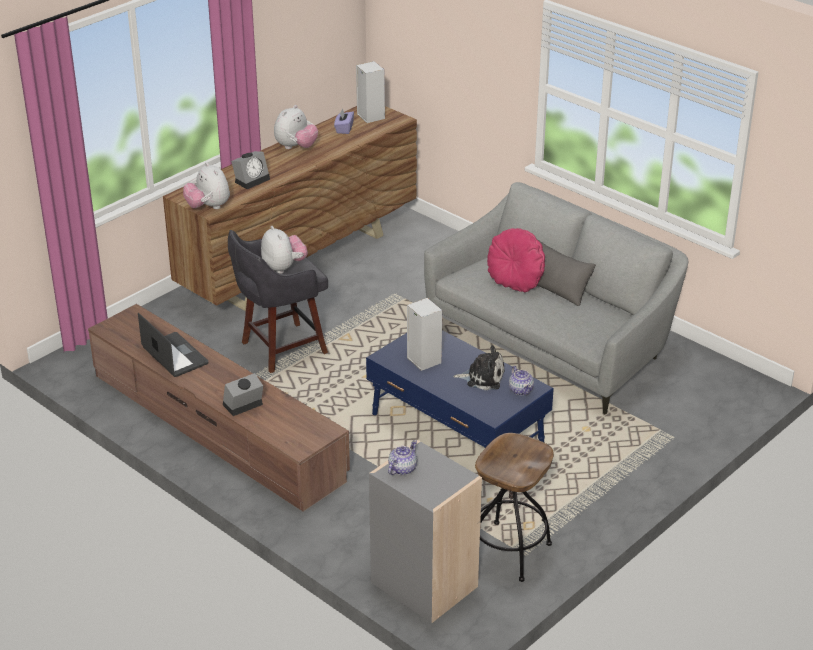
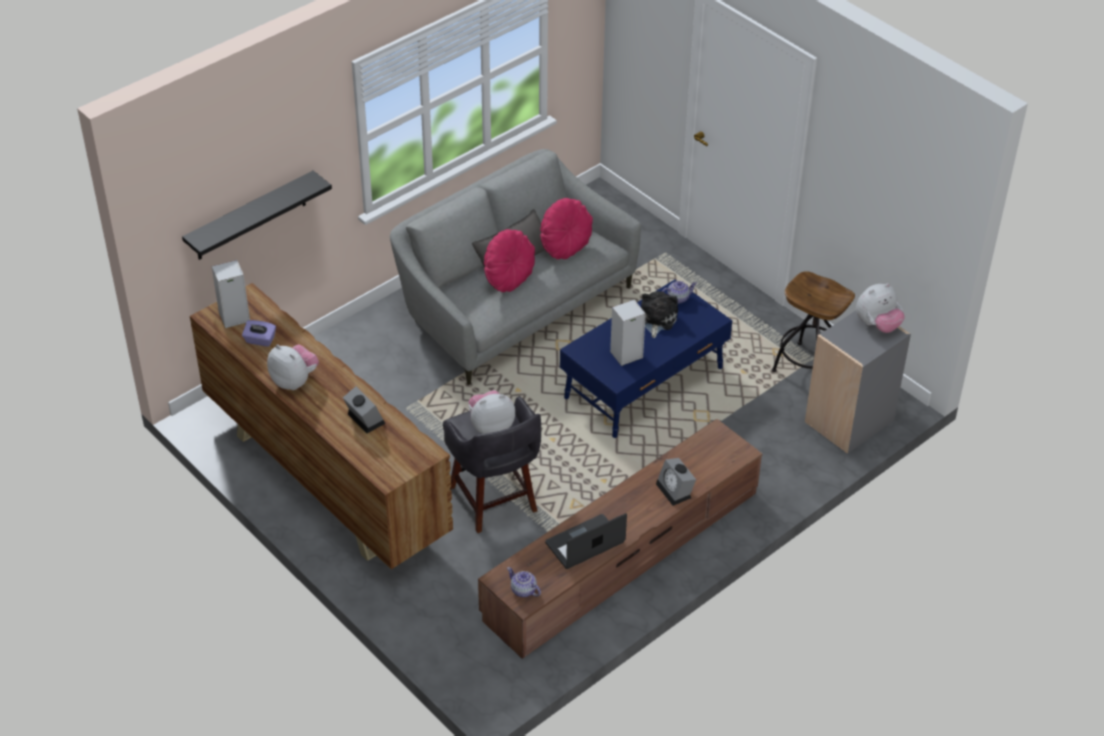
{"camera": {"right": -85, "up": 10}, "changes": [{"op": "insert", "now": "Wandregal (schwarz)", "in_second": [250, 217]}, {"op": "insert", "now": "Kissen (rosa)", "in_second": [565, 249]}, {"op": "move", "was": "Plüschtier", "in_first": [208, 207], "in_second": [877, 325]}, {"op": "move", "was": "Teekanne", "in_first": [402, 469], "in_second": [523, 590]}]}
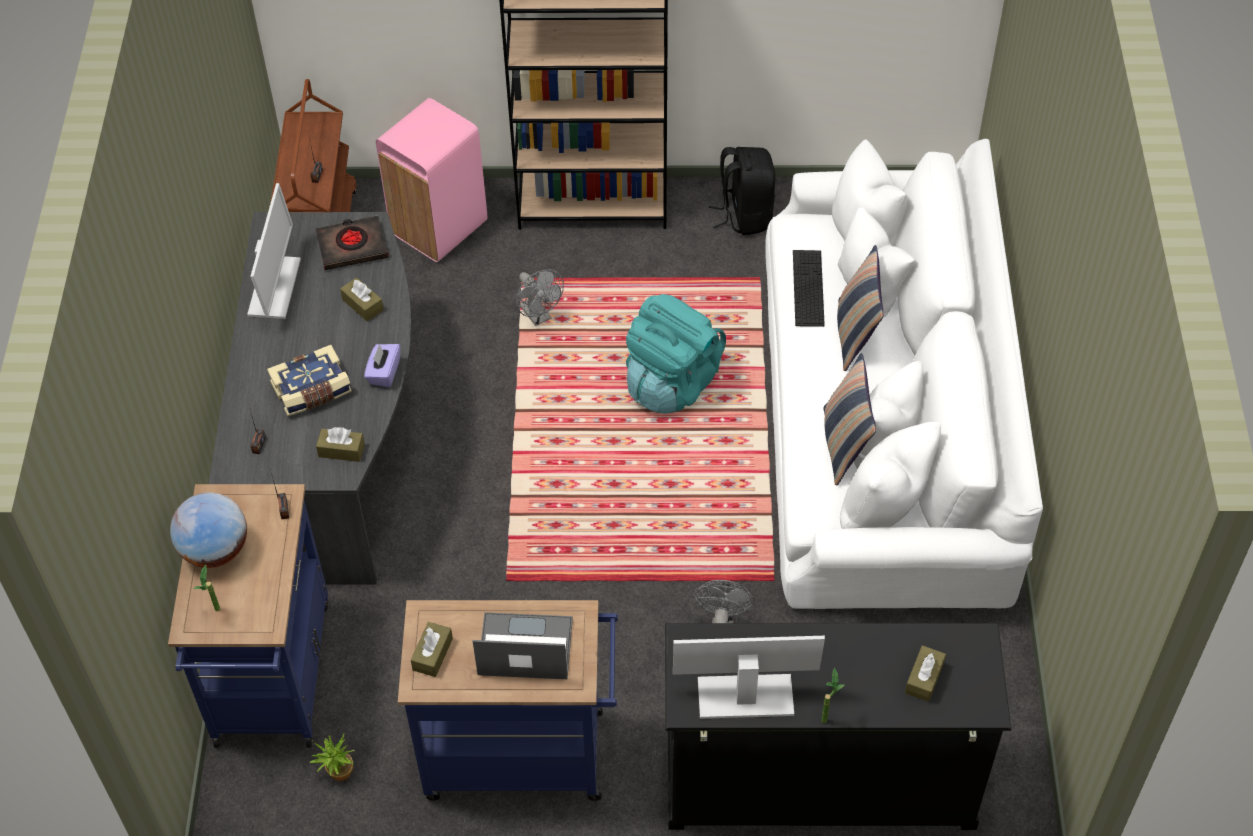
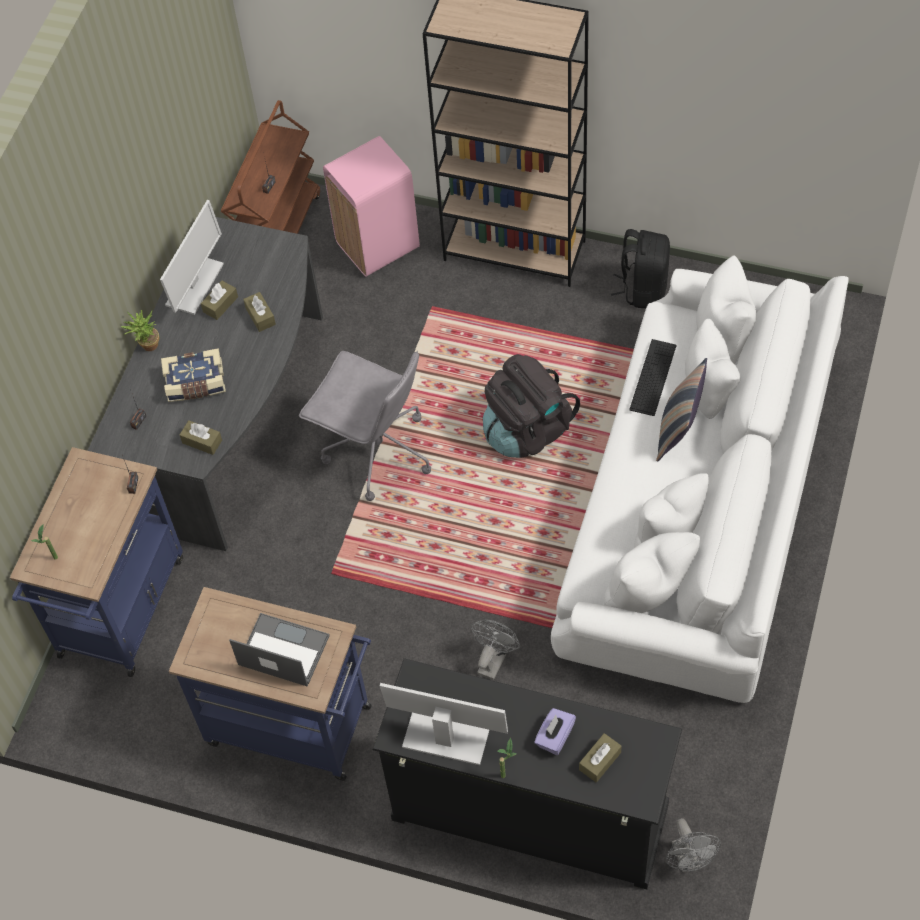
{"camera": {"right": 20, "up": 5}, "changes": [{"op": "delete", "was": "Globus", "in_first": [215, 550]}, {"op": "delete", "was": "Buch (schwarz)", "in_first": [352, 246]}, {"op": "delete", "was": "Kissen", "in_first": [844, 446]}, {"op": "insert", "now": "Bürostuhl (grau)", "in_second": [374, 451]}, {"op": "move", "was": "Topfpflanze", "in_first": [338, 775], "in_second": [147, 346]}, {"op": "move", "was": "Taschentuchbox (lila)", "in_first": [384, 373], "in_second": [555, 737]}, {"op": "move", "was": "Taschentuchbox (braun)", "in_first": [432, 654], "in_second": [220, 304]}, {"op": "move", "was": "Ventilator (grau)", "in_first": [539, 316], "in_second": [688, 860]}, {"op": "recolor", "was": "Rucksack (türkis)", "now": "Rucksack (schwarz)", "in_first": [672, 383], "in_second": [527, 430]}]}
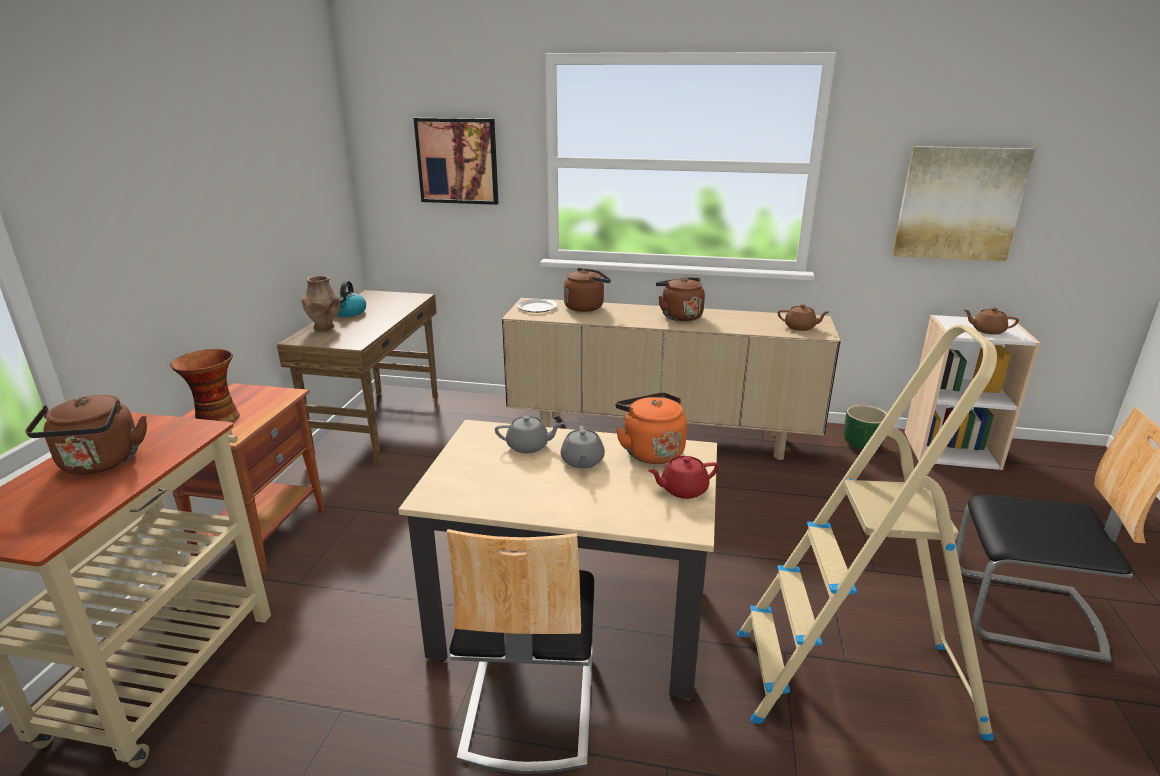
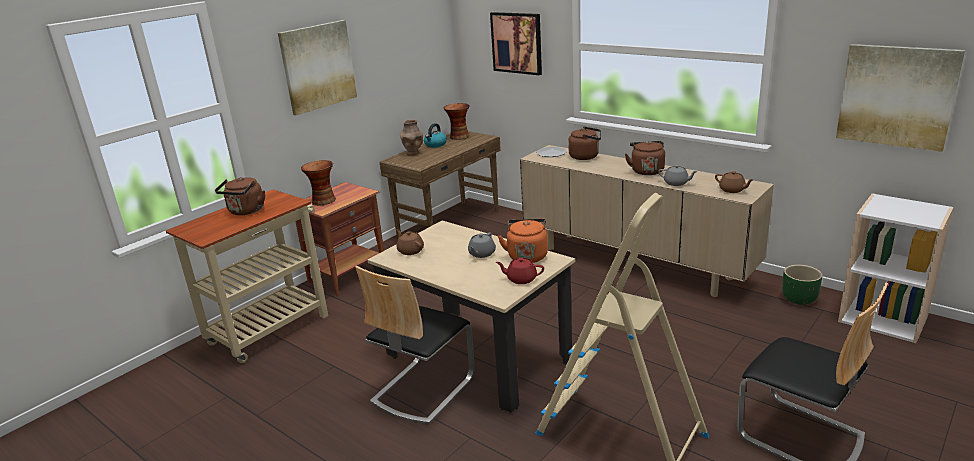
{"camera": {"right": 30, "up": 0}, "changes": [{"op": "insert", "now": "Bild", "in_second": [318, 66]}, {"op": "insert", "now": "Vase", "in_second": [458, 137]}, {"op": "move", "was": "Teekanne (grau)", "in_first": [528, 446], "in_second": [676, 183]}, {"op": "move", "was": "Teekanne (braun)", "in_first": [987, 331], "in_second": [410, 250]}]}
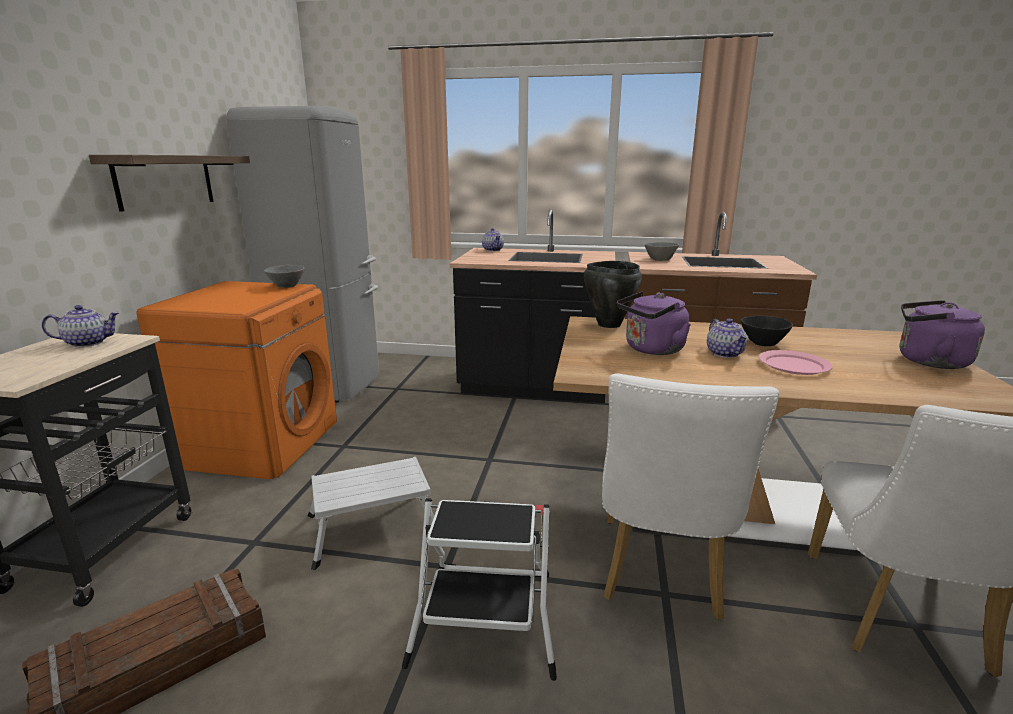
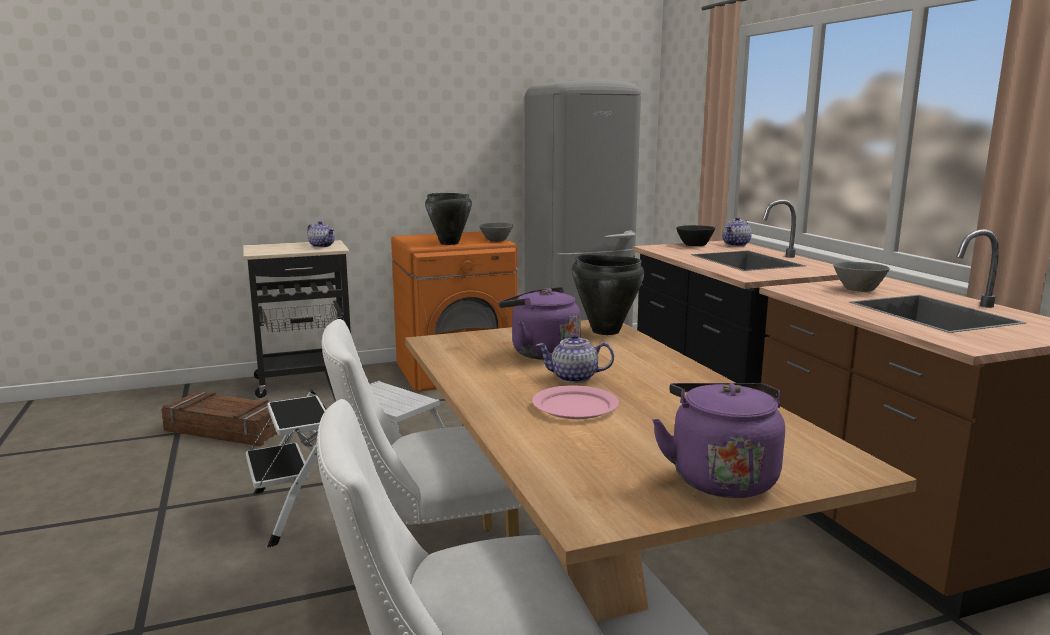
{"camera": {"right": 60, "up": -5}, "changes": [{"op": "delete", "was": "Wandregal", "in_first": [165, 181]}, {"op": "insert", "now": "Kochtopf (schwarz)", "in_second": [449, 243]}, {"op": "move", "was": "Schüssel (schwarz)", "in_first": [761, 343], "in_second": [694, 245]}, {"op": "rotate", "was": "Teekanne", "in_first": [725, 353], "in_second": [573, 378], "clockwise": 45}]}
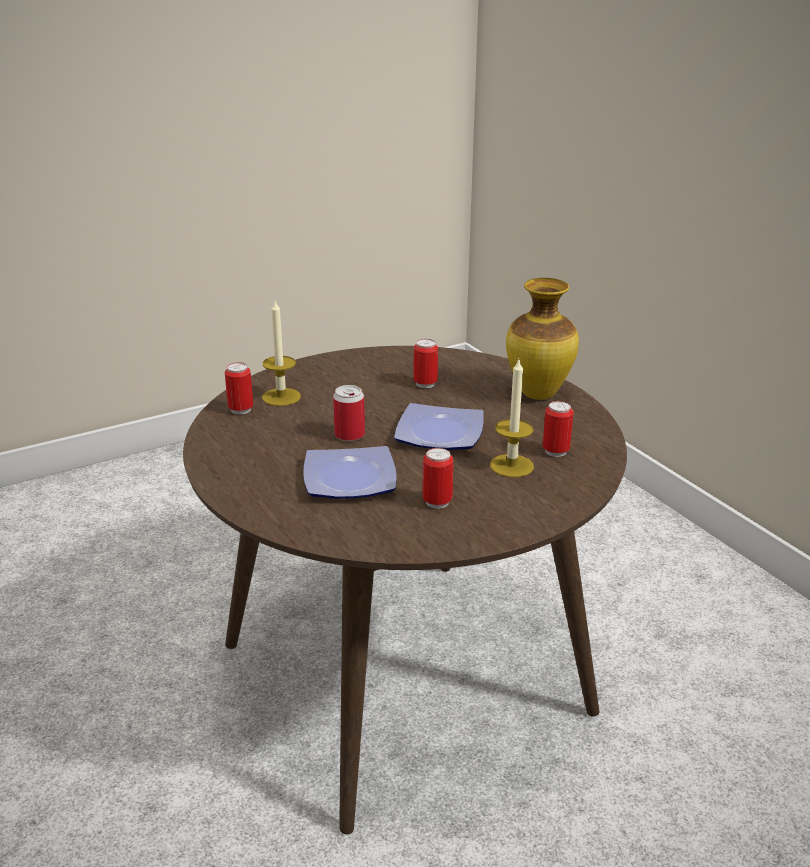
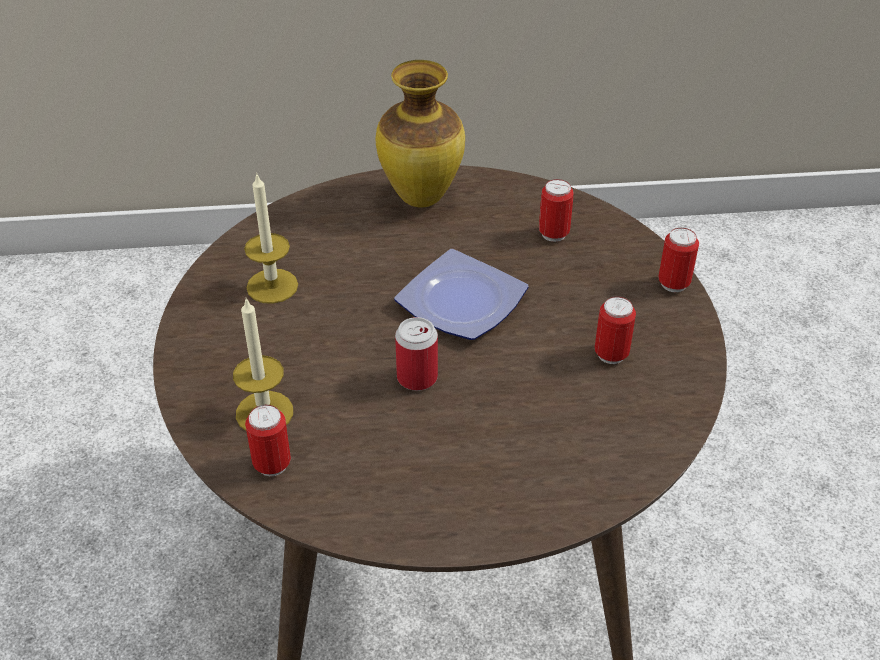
{"camera": {"right": -65, "up": 15}, "changes": [{"op": "delete", "was": "Teller", "in_first": [348, 478]}, {"op": "move", "was": "Dose", "in_first": [425, 384], "in_second": [673, 284]}, {"op": "move", "was": "Kerze", "in_first": [511, 466], "in_second": [272, 286]}]}
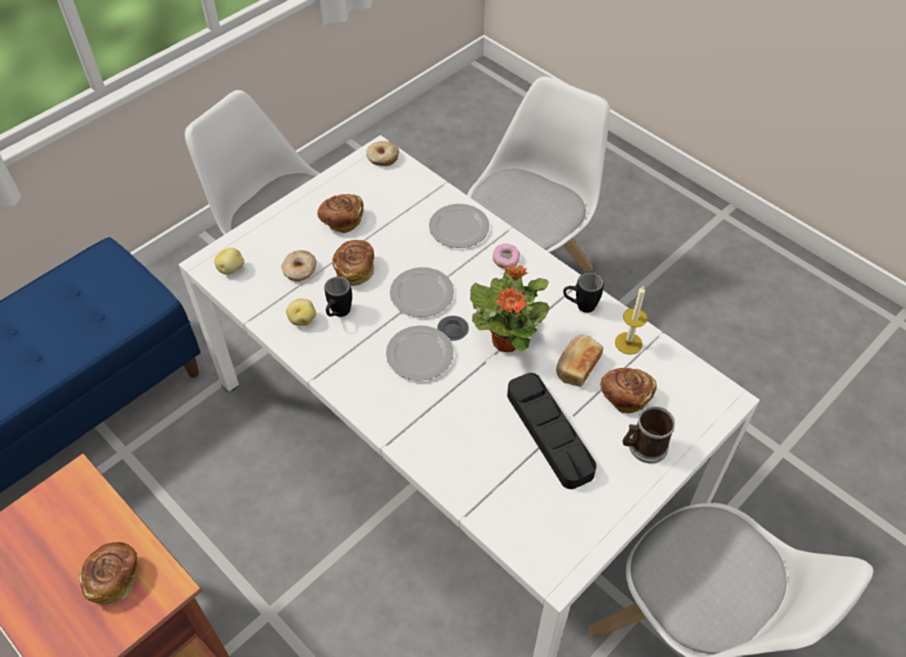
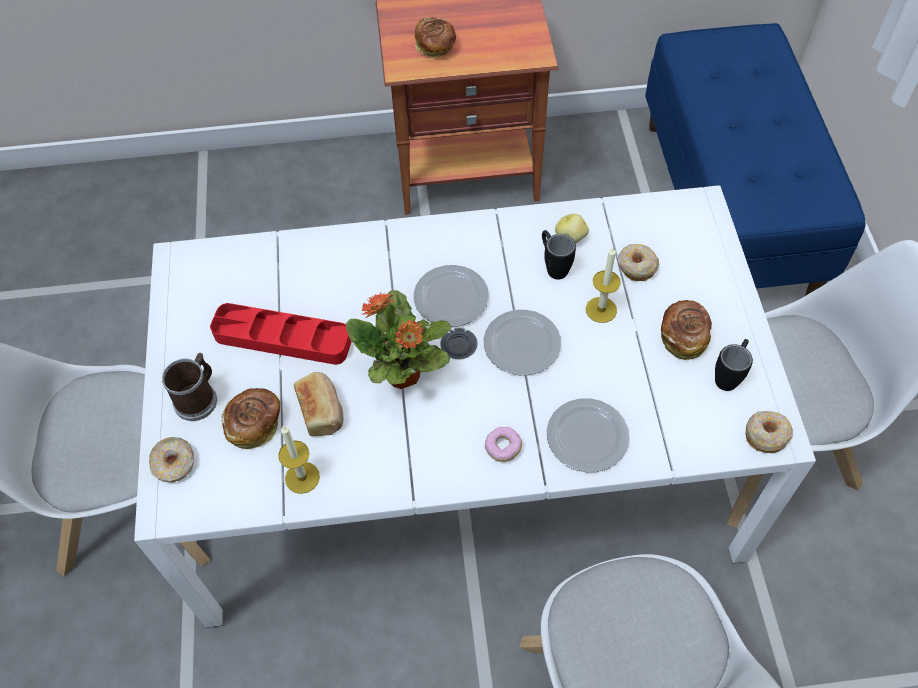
{"camera": {"right": 130, "up": 5}, "changes": [{"op": "delete", "was": "Kartoffel", "in_first": [232, 269]}, {"op": "insert", "now": "Donut", "in_second": [174, 464]}, {"op": "move", "was": "Henkelbecher (schwarz)", "in_first": [580, 306], "in_second": [729, 375]}, {"op": "replace", "was": "Brot", "now": "Kerze", "in_first": [355, 269], "in_second": [601, 309]}, {"op": "recolor", "was": "Tablett (schwarz)", "now": "Tablett (rot)", "in_first": [549, 433], "in_second": [282, 338]}]}
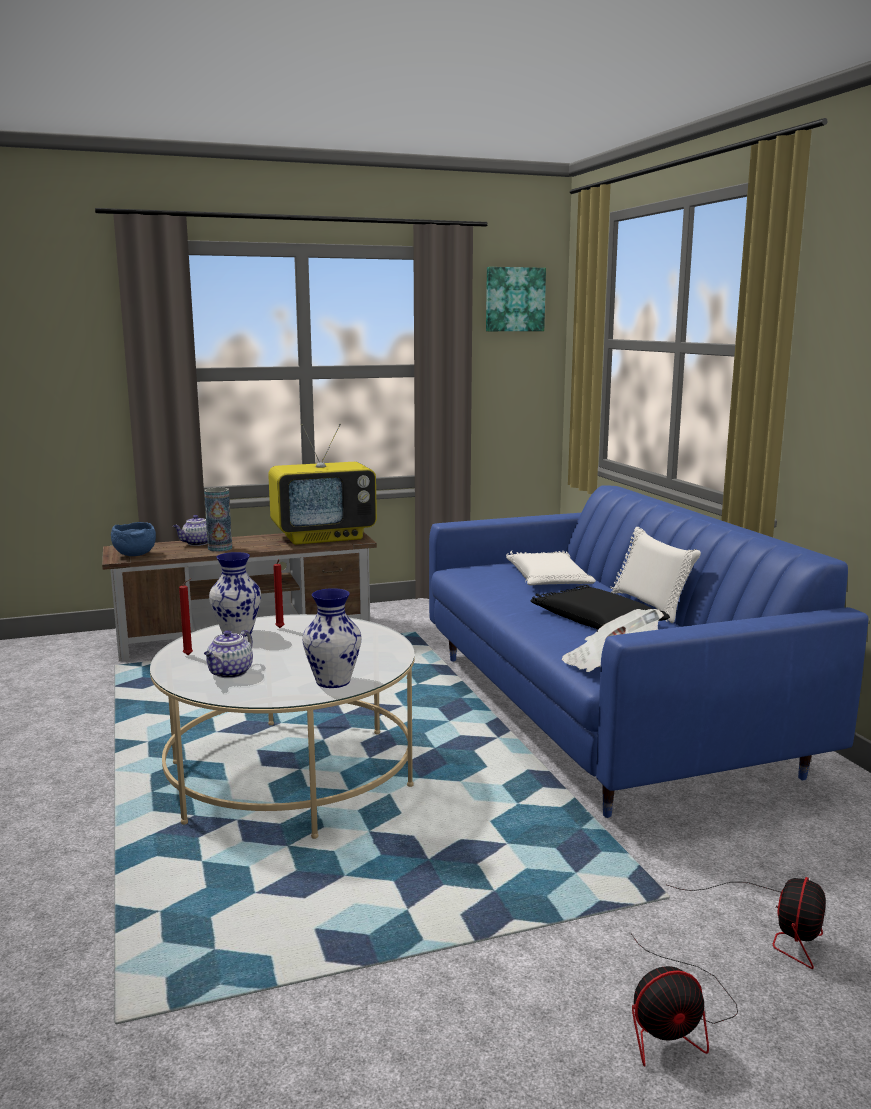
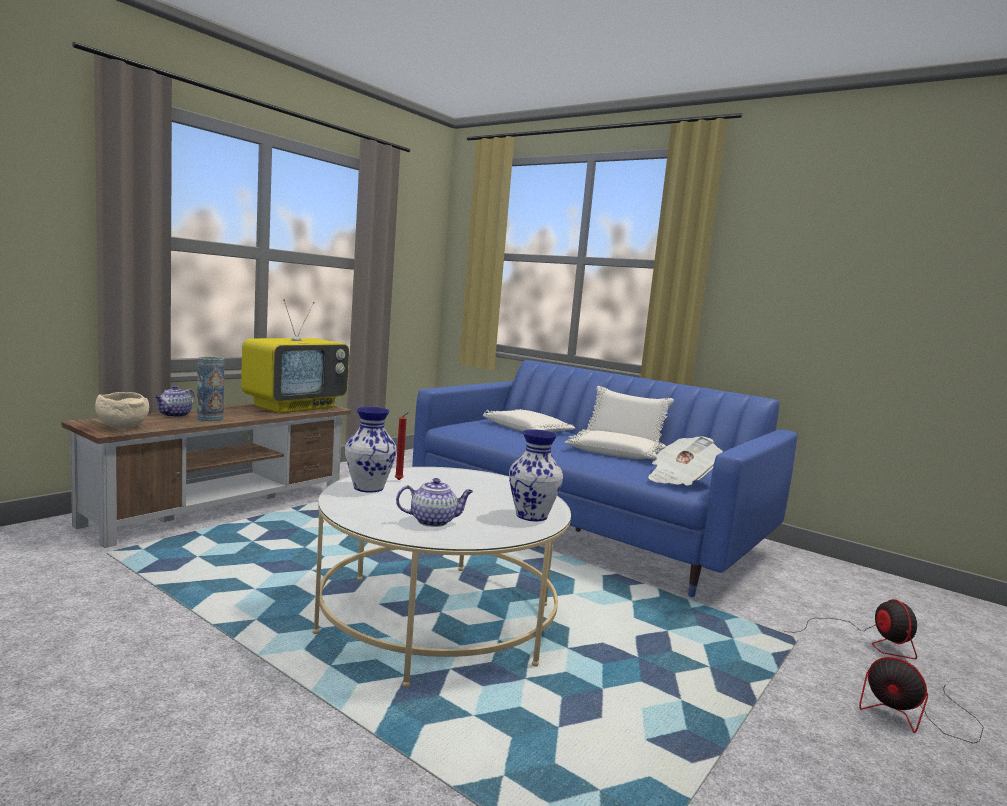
{"camera": {"right": -35, "up": -5}, "changes": [{"op": "delete", "was": "Kerze (rot)", "in_first": [190, 655]}, {"op": "delete", "was": "Bild", "in_first": [514, 299]}, {"op": "recolor", "was": "Schüssel (blau)", "now": "Schüssel (beige)", "in_first": [134, 554], "in_second": [121, 427]}, {"op": "recolor", "was": "Kissen (schwarz)", "now": "Kissen (weiß)", "in_first": [597, 618], "in_second": [615, 452]}, {"op": "rotate", "was": "Teekanne", "in_first": [230, 673], "in_second": [434, 521], "clockwise": -90}, {"op": "rotate", "was": "Ventilator", "in_first": [675, 1021], "in_second": [914, 716], "clockwise": 90}]}
